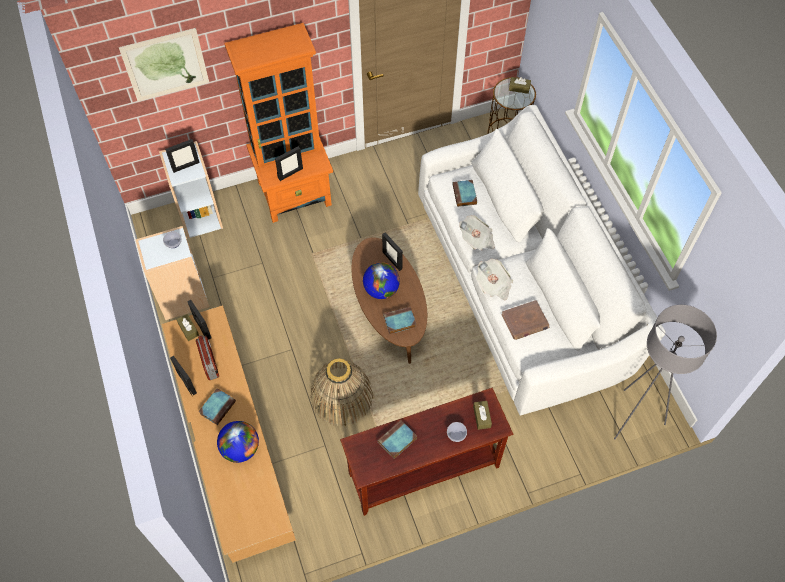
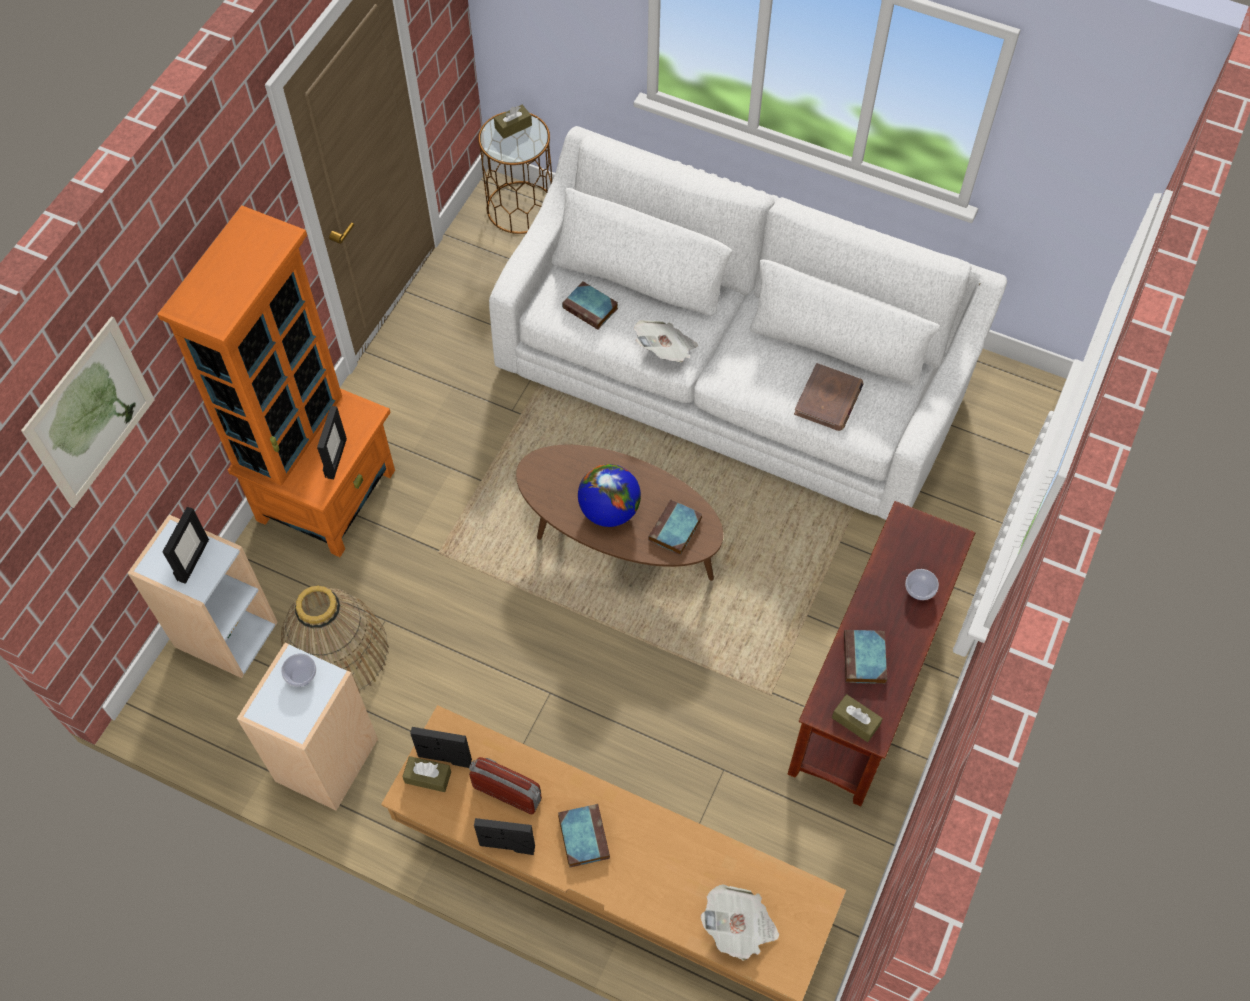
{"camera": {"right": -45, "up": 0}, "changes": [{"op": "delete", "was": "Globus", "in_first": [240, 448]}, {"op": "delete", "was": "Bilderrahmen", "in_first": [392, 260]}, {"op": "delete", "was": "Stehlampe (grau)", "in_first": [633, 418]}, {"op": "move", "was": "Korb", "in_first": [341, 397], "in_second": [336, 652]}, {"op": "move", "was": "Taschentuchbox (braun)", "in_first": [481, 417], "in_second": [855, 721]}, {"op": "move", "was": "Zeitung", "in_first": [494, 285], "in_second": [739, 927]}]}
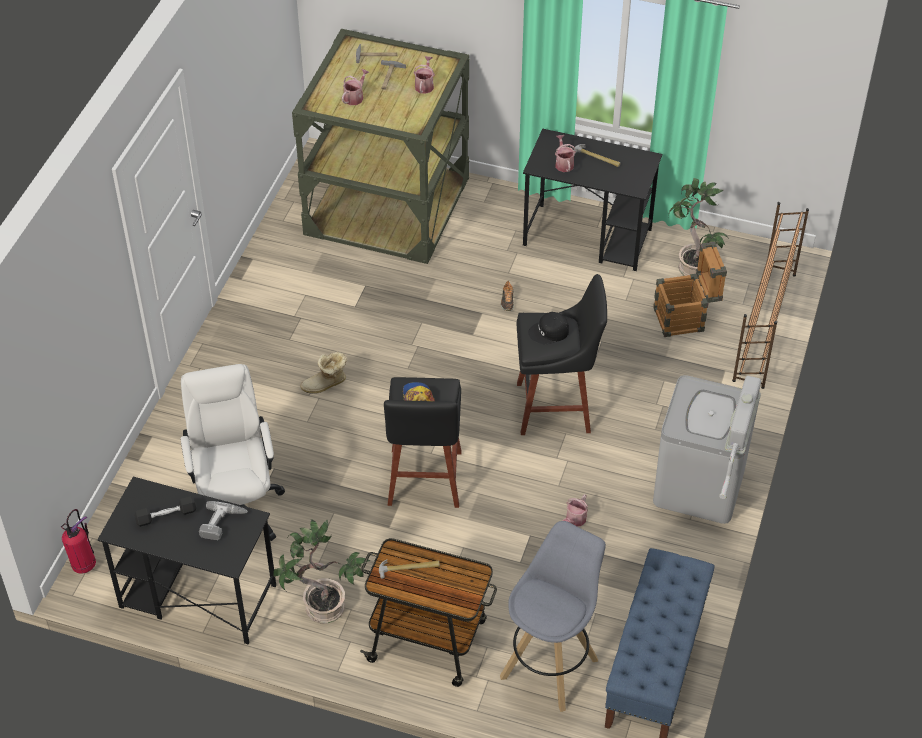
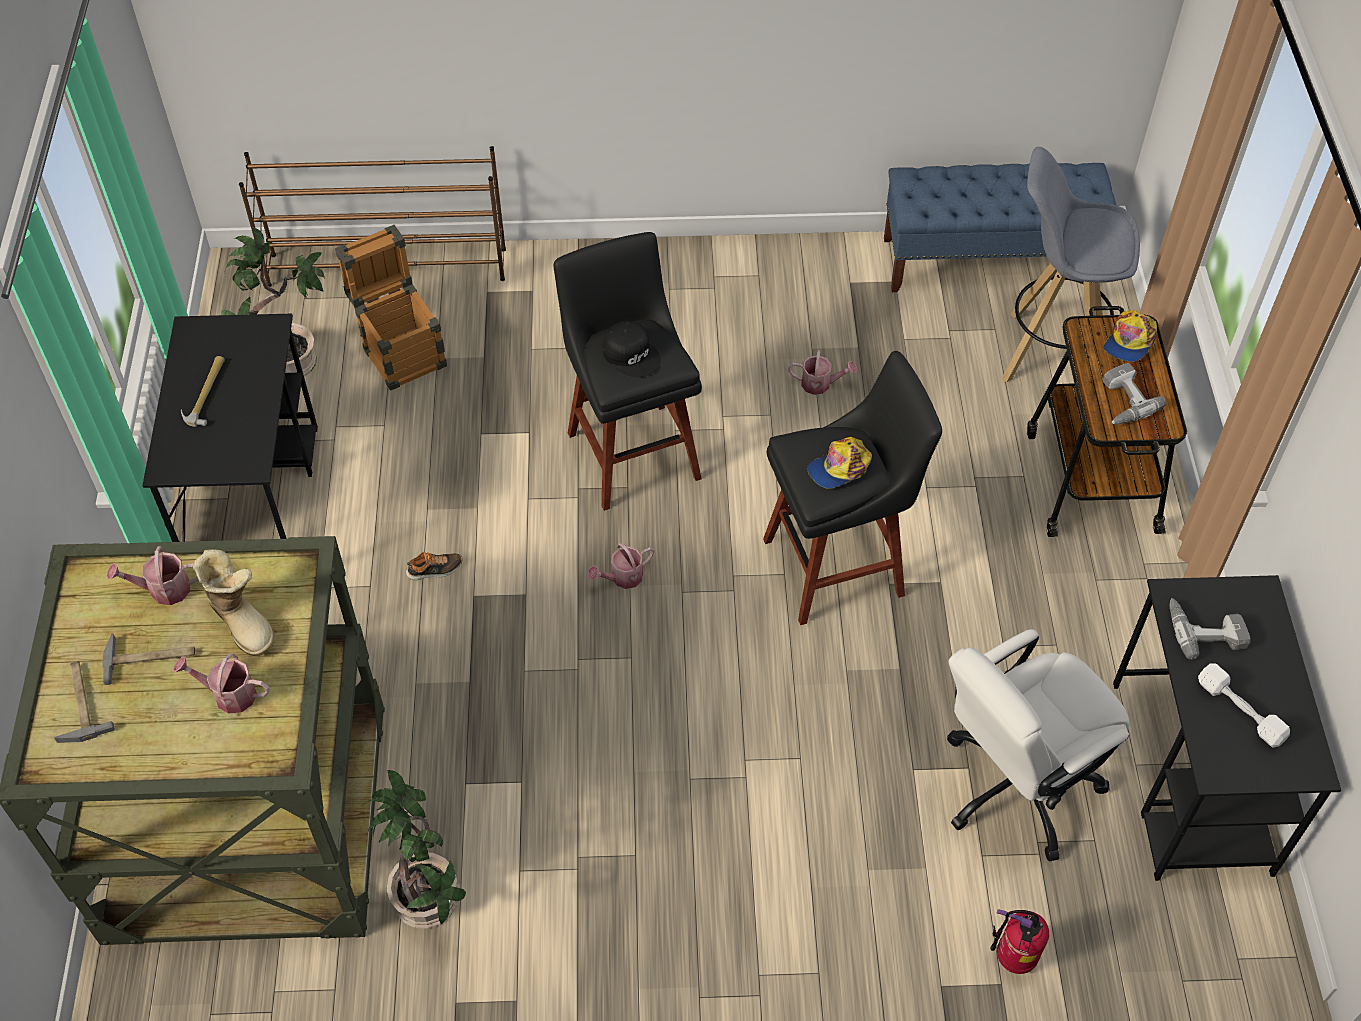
{"camera": {"right": -110, "up": 5}, "changes": [{"op": "delete", "was": "Waschmaschine (grau)", "in_first": [699, 490]}, {"op": "insert", "now": "Kappe", "in_second": [1129, 341]}, {"op": "move", "was": "Feuerlöscher", "in_first": [84, 564], "in_second": [1013, 959]}, {"op": "move", "was": "Topfpflanze", "in_first": [324, 609], "in_second": [429, 899]}, {"op": "move", "was": "Stiefel", "in_first": [325, 385], "in_second": [243, 620]}, {"op": "move", "was": "Gießkanne", "in_first": [563, 163], "in_second": [622, 578]}, {"op": "replace", "was": "Hammer", "now": "Bohrmaschine", "in_first": [409, 568], "in_second": [1122, 401]}, {"op": "recolor", "was": "Hantel (schwarz)", "now": "Hantel (weiß)", "in_first": [166, 516], "in_second": [1240, 711]}]}
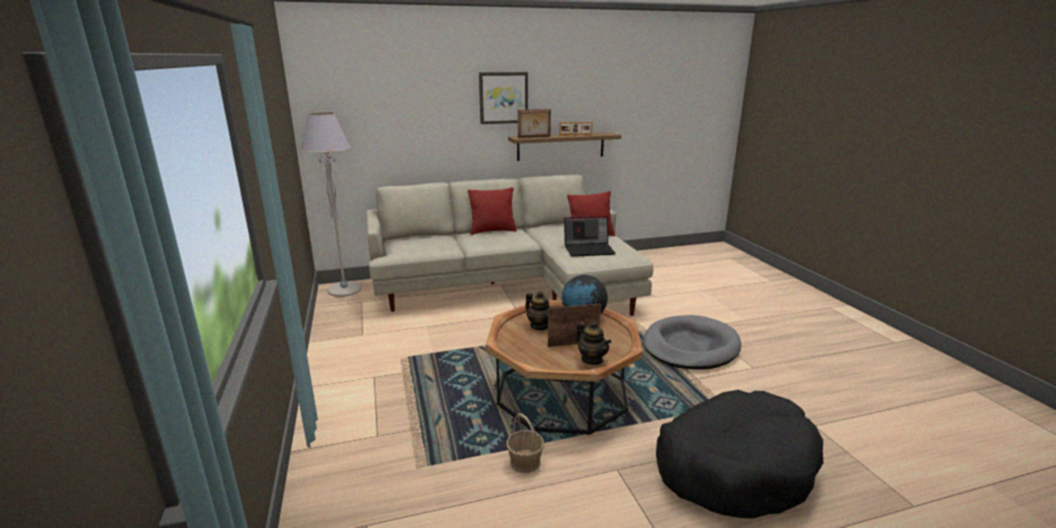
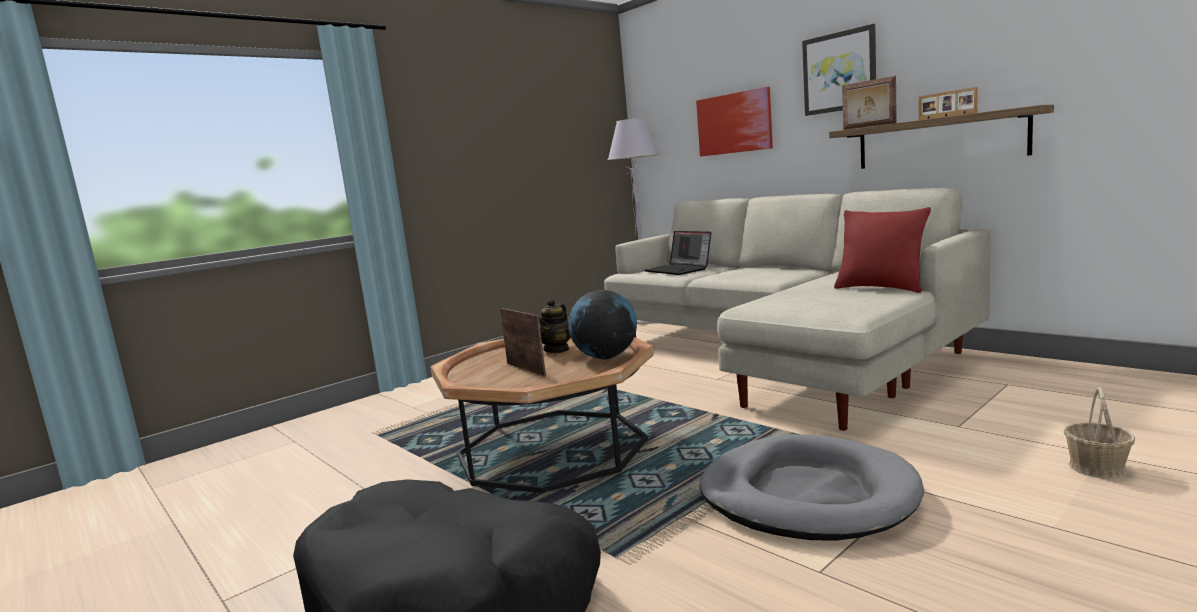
{"camera": {"right": 65, "up": -10}, "changes": [{"op": "delete", "was": "Kissen (rot)", "in_first": [492, 231]}, {"op": "delete", "was": "Teekanne", "in_first": [592, 359]}, {"op": "insert", "now": "Bild", "in_second": [734, 123]}, {"op": "move", "was": "Korb", "in_first": [525, 462], "in_second": [1096, 468]}, {"op": "move", "was": "Laptop", "in_first": [589, 249], "in_second": [679, 270]}]}
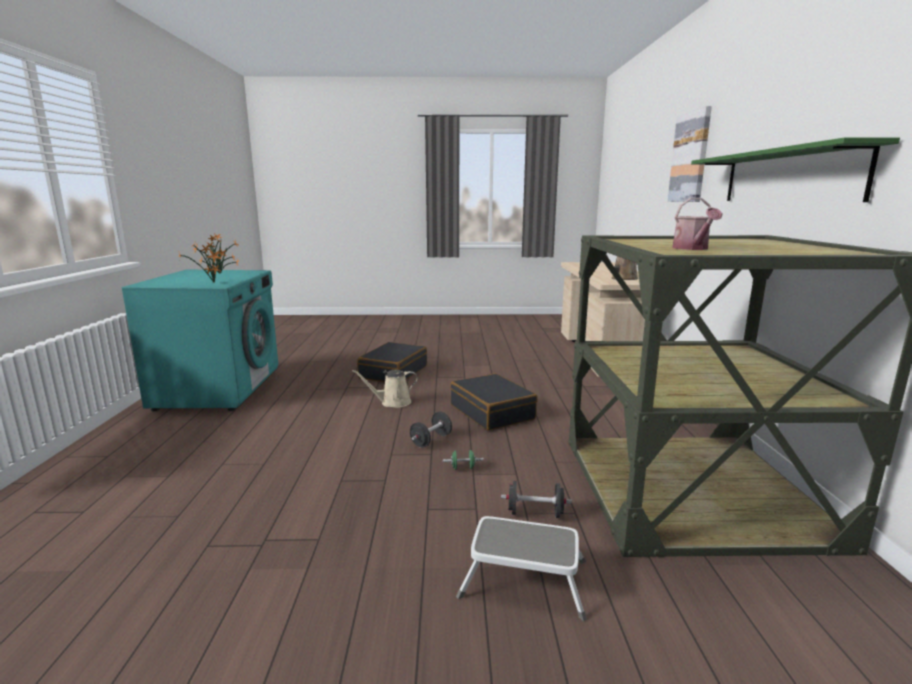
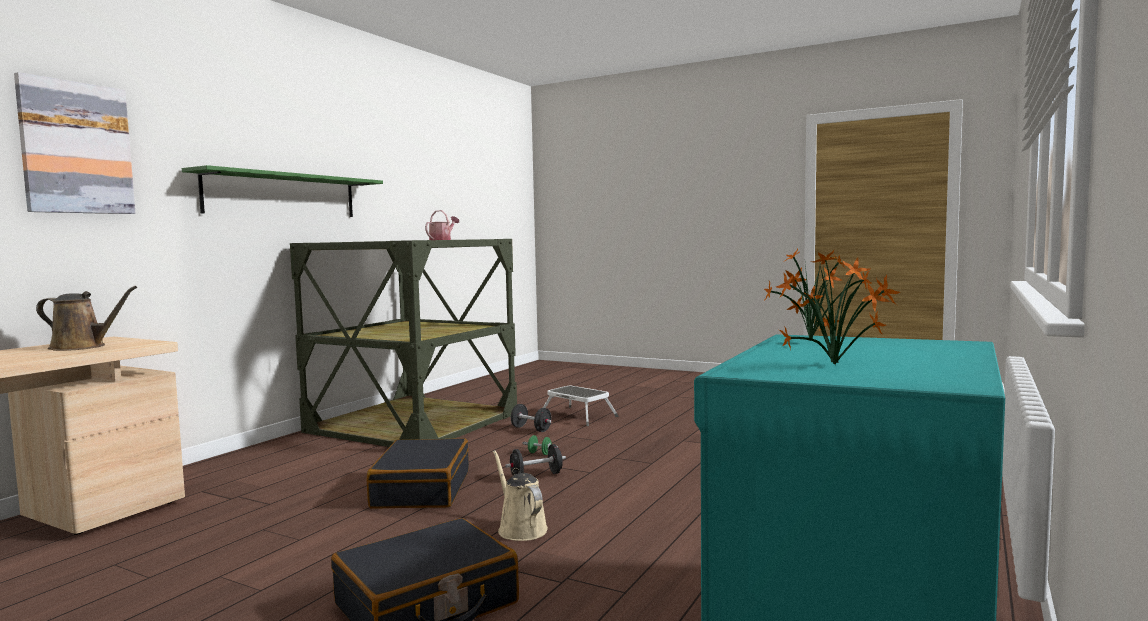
{"camera": {"right": -150, "up": -10}, "changes": [{"op": "rotate", "was": "Gießkanne (beige)", "in_first": [392, 402], "in_second": [520, 528], "clockwise": -135}]}
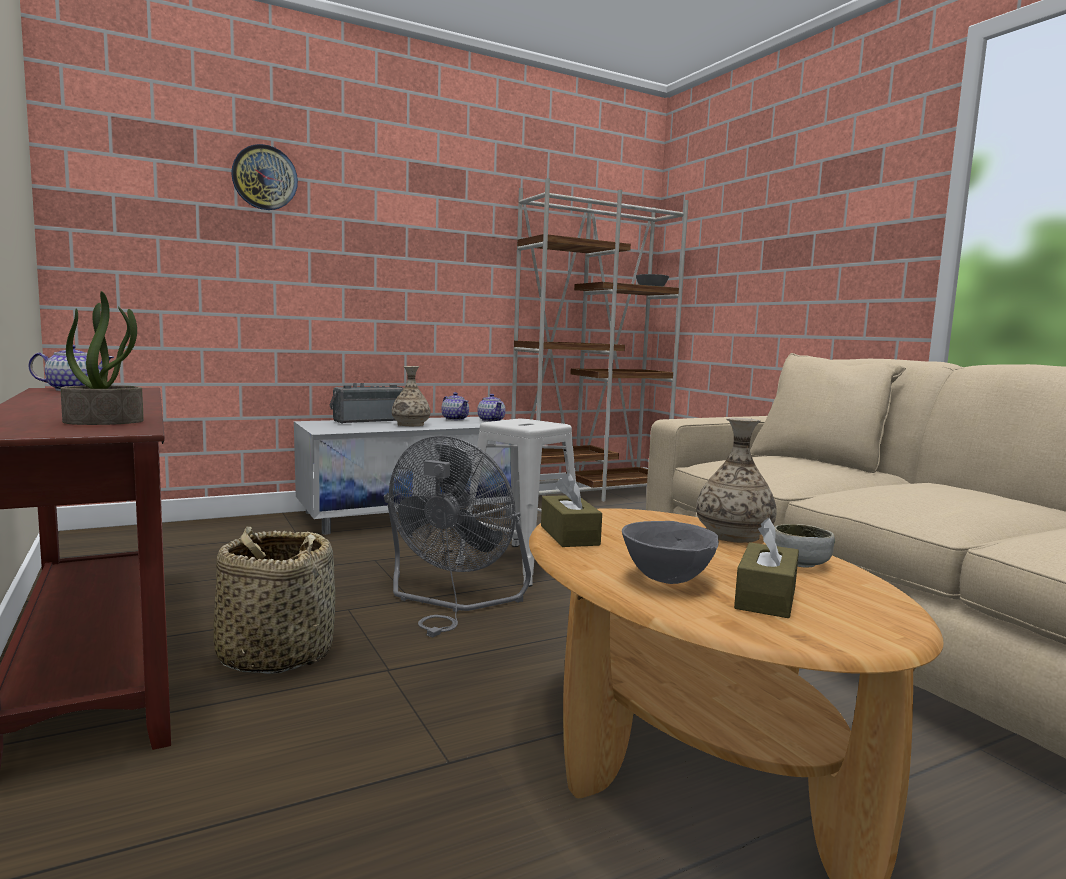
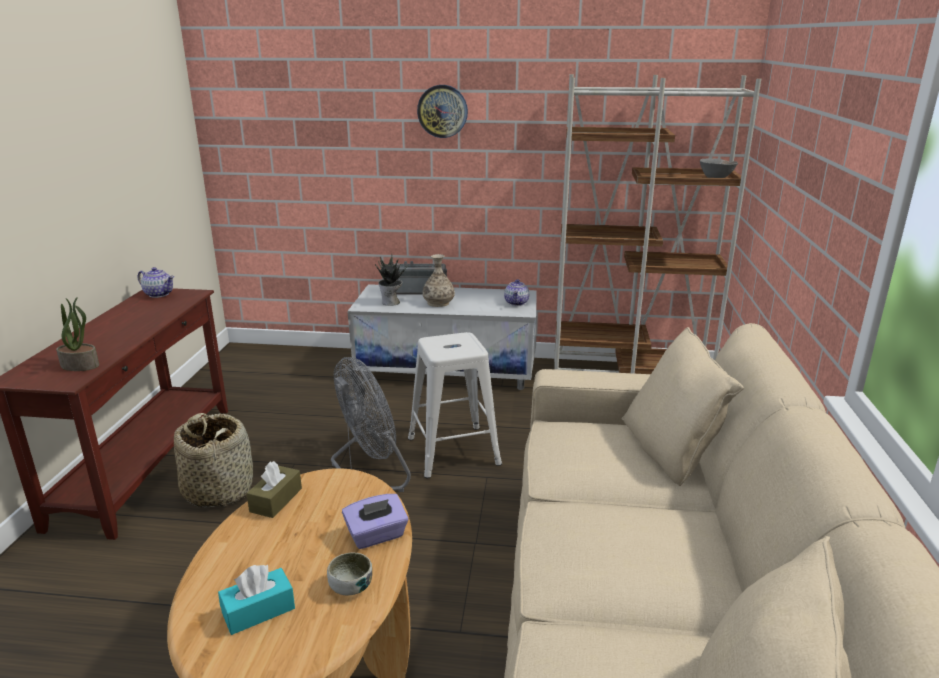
{"camera": {"right": 35, "up": 15}, "changes": [{"op": "delete", "was": "Teekanne", "in_first": [455, 419]}, {"op": "delete", "was": "Schüssel (grau)", "in_first": [668, 580]}, {"op": "insert", "now": "Topfpflanze", "in_second": [391, 303]}, {"op": "move", "was": "Wanduhr", "in_first": [264, 177], "in_second": [442, 111]}, {"op": "replace", "was": "Vase", "now": "Taschentuchbox (lila)", "in_first": [733, 535], "in_second": [376, 535]}, {"op": "recolor", "was": "Taschentuchbox (braun)", "now": "Taschentuchbox (türkis)", "in_first": [766, 597], "in_second": [258, 611]}]}
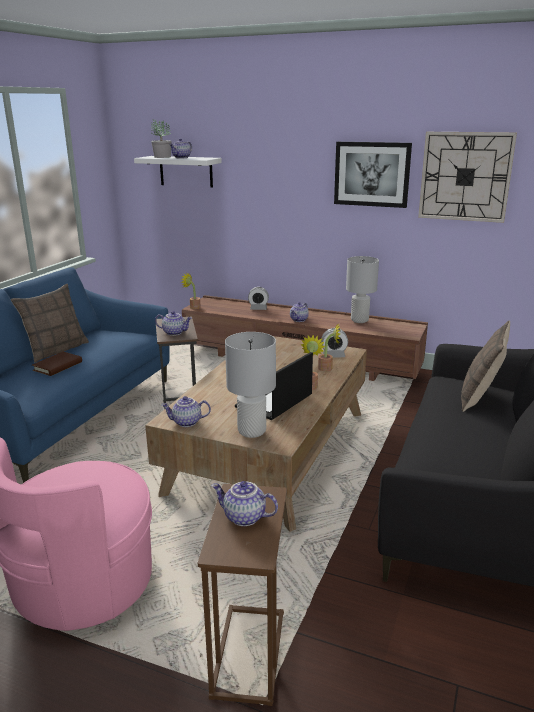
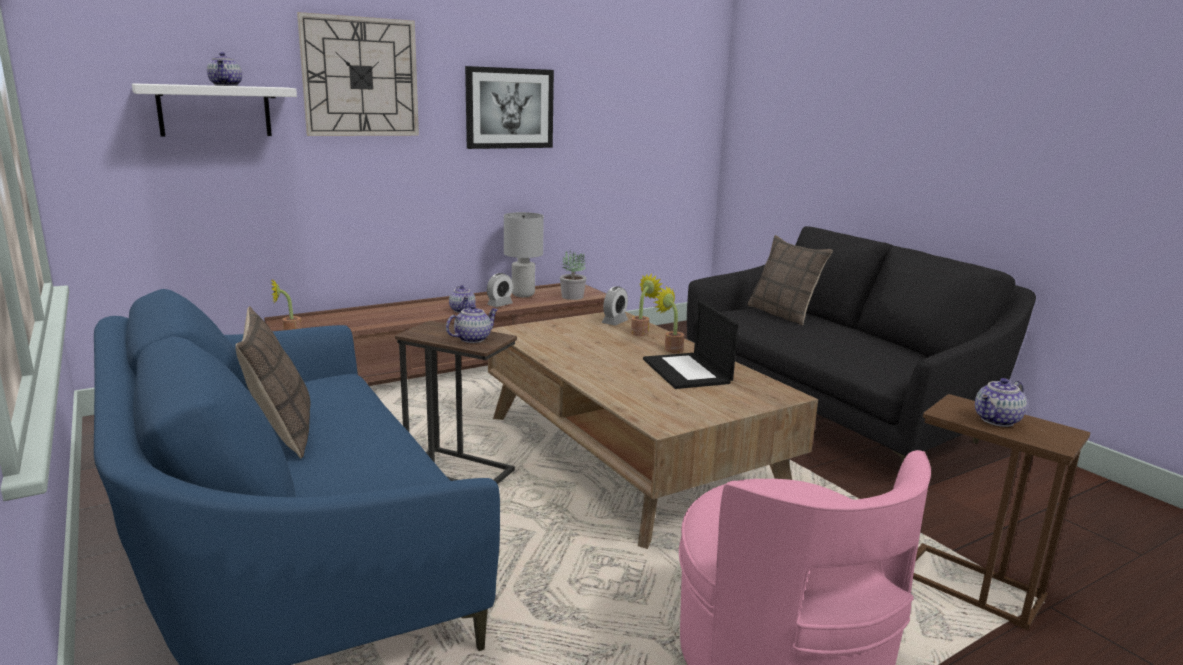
{"camera": {"right": -55, "up": -5}, "changes": [{"op": "delete", "was": "Buch (braun)", "in_first": [58, 366]}, {"op": "delete", "was": "Teekanne", "in_first": [186, 422]}, {"op": "delete", "was": "Tischlampe (grau)", "in_first": [251, 433]}, {"op": "move", "was": "Topfpflanze", "in_first": [162, 157], "in_second": [572, 297]}, {"op": "move", "was": "Wecker", "in_first": [258, 308], "in_second": [500, 304]}, {"op": "move", "was": "Wanduhr", "in_first": [465, 176], "in_second": [360, 77]}]}
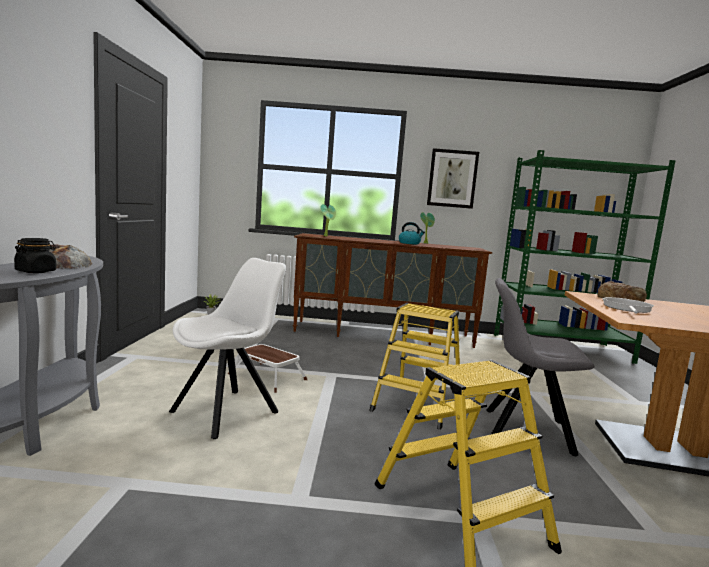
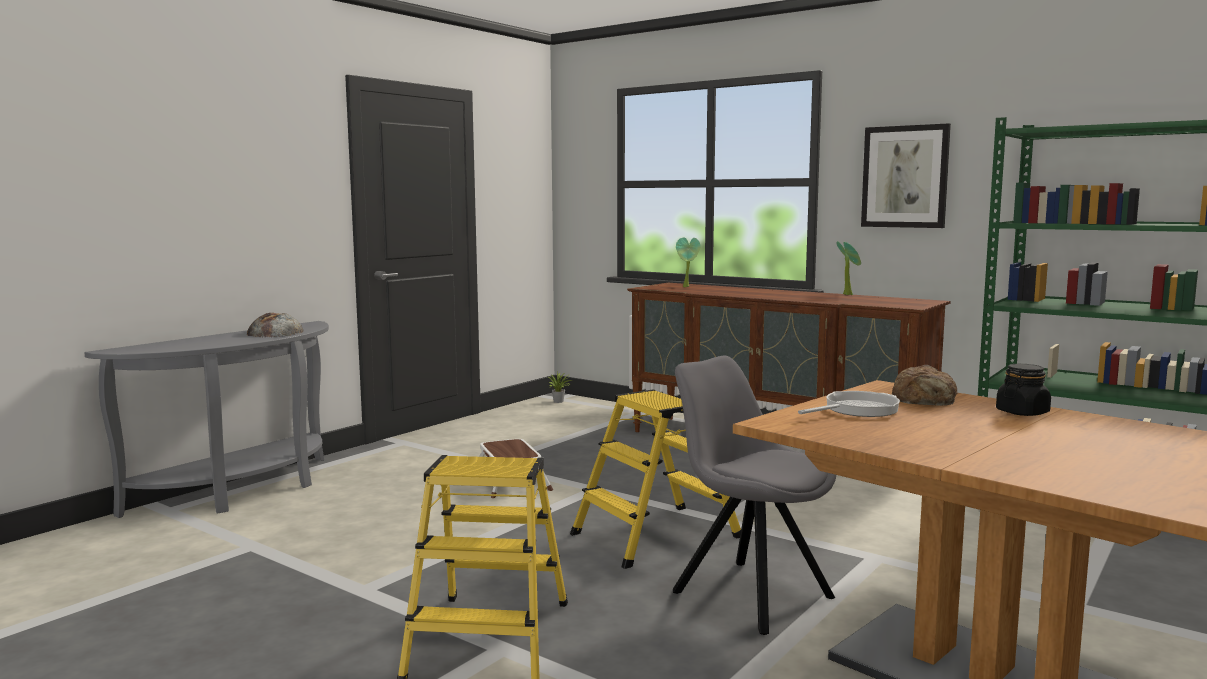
{"camera": {"right": 35, "up": 0}, "changes": [{"op": "delete", "was": "Stuhl (weiß)", "in_first": [226, 412]}, {"op": "delete", "was": "Wasserkessel", "in_first": [409, 243]}, {"op": "move", "was": "Vorratsglas (schwarz)", "in_first": [36, 271], "in_second": [1022, 412]}]}
